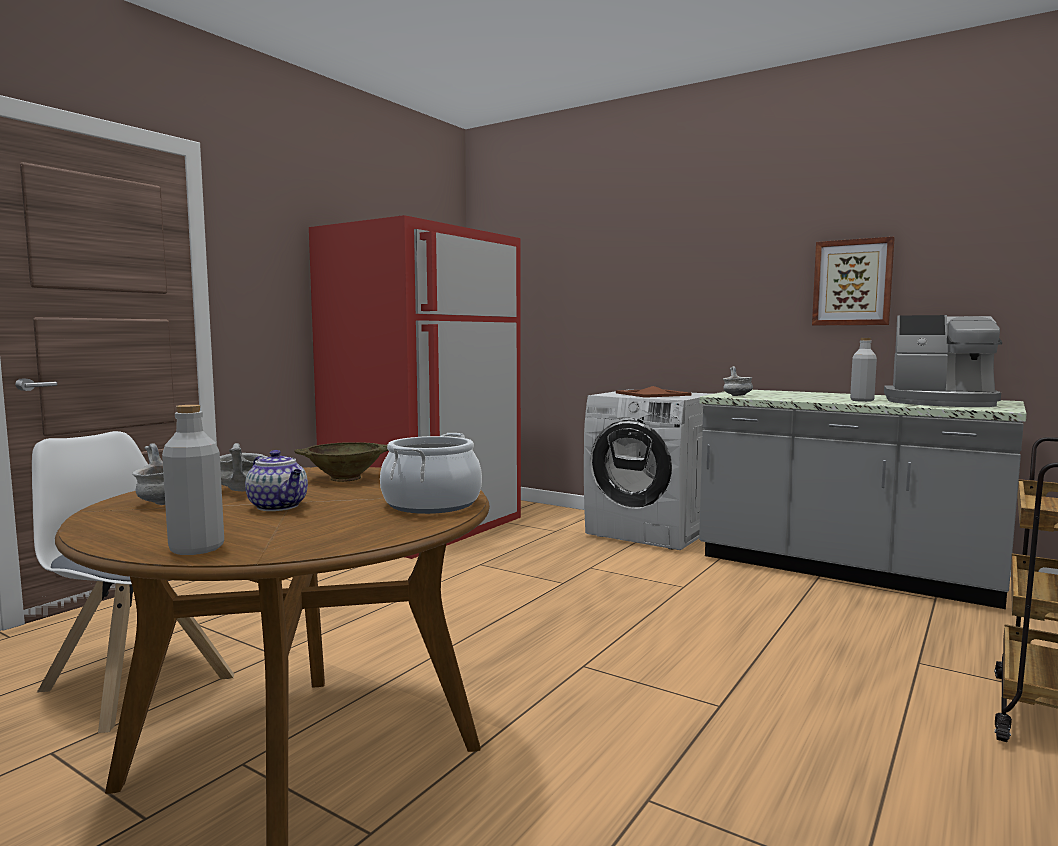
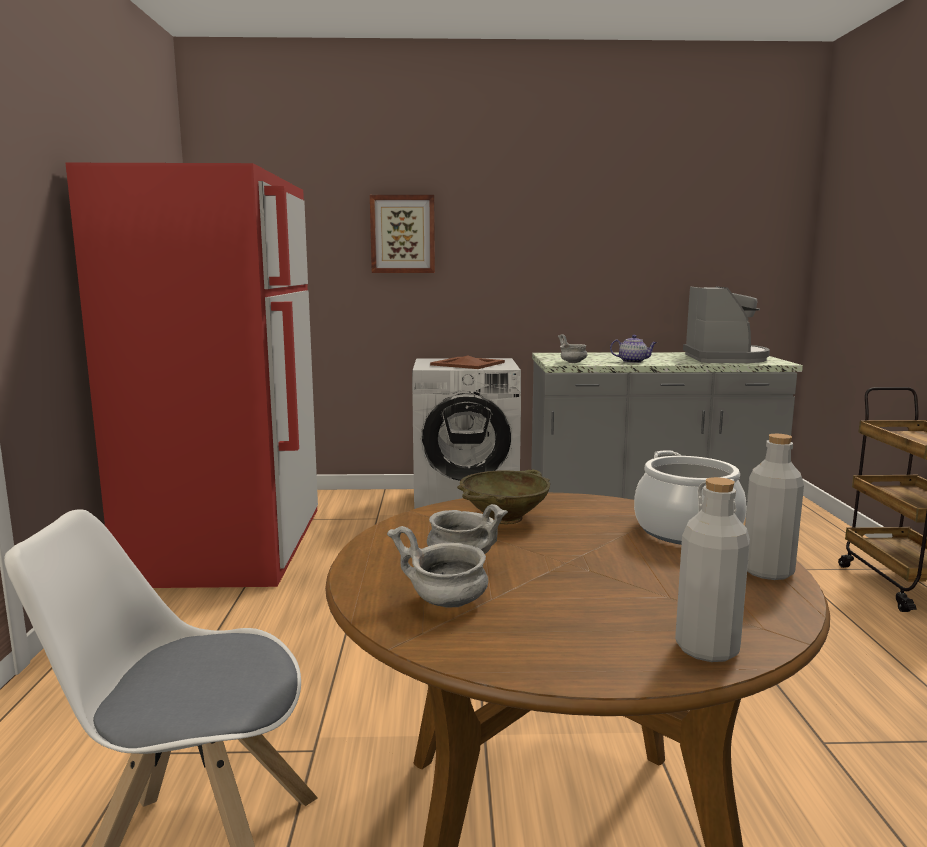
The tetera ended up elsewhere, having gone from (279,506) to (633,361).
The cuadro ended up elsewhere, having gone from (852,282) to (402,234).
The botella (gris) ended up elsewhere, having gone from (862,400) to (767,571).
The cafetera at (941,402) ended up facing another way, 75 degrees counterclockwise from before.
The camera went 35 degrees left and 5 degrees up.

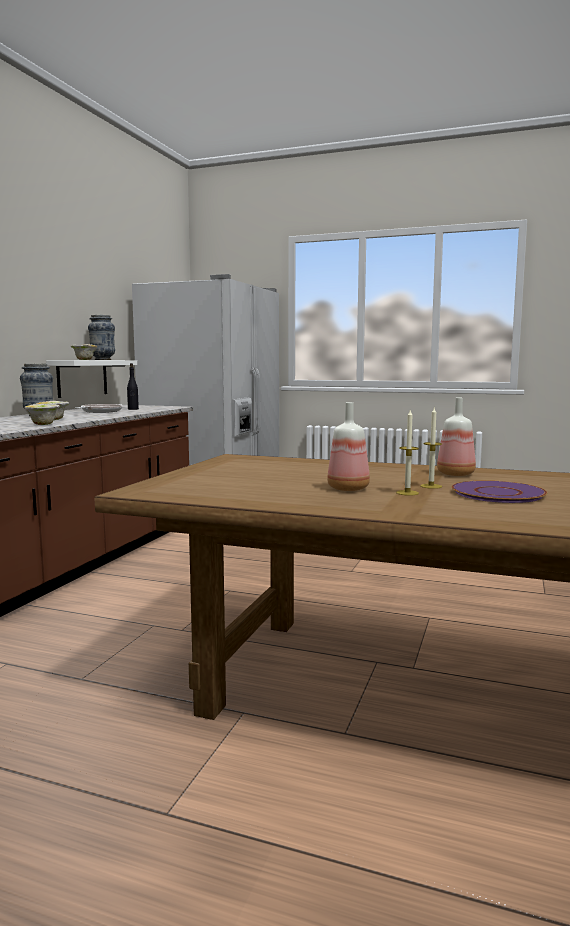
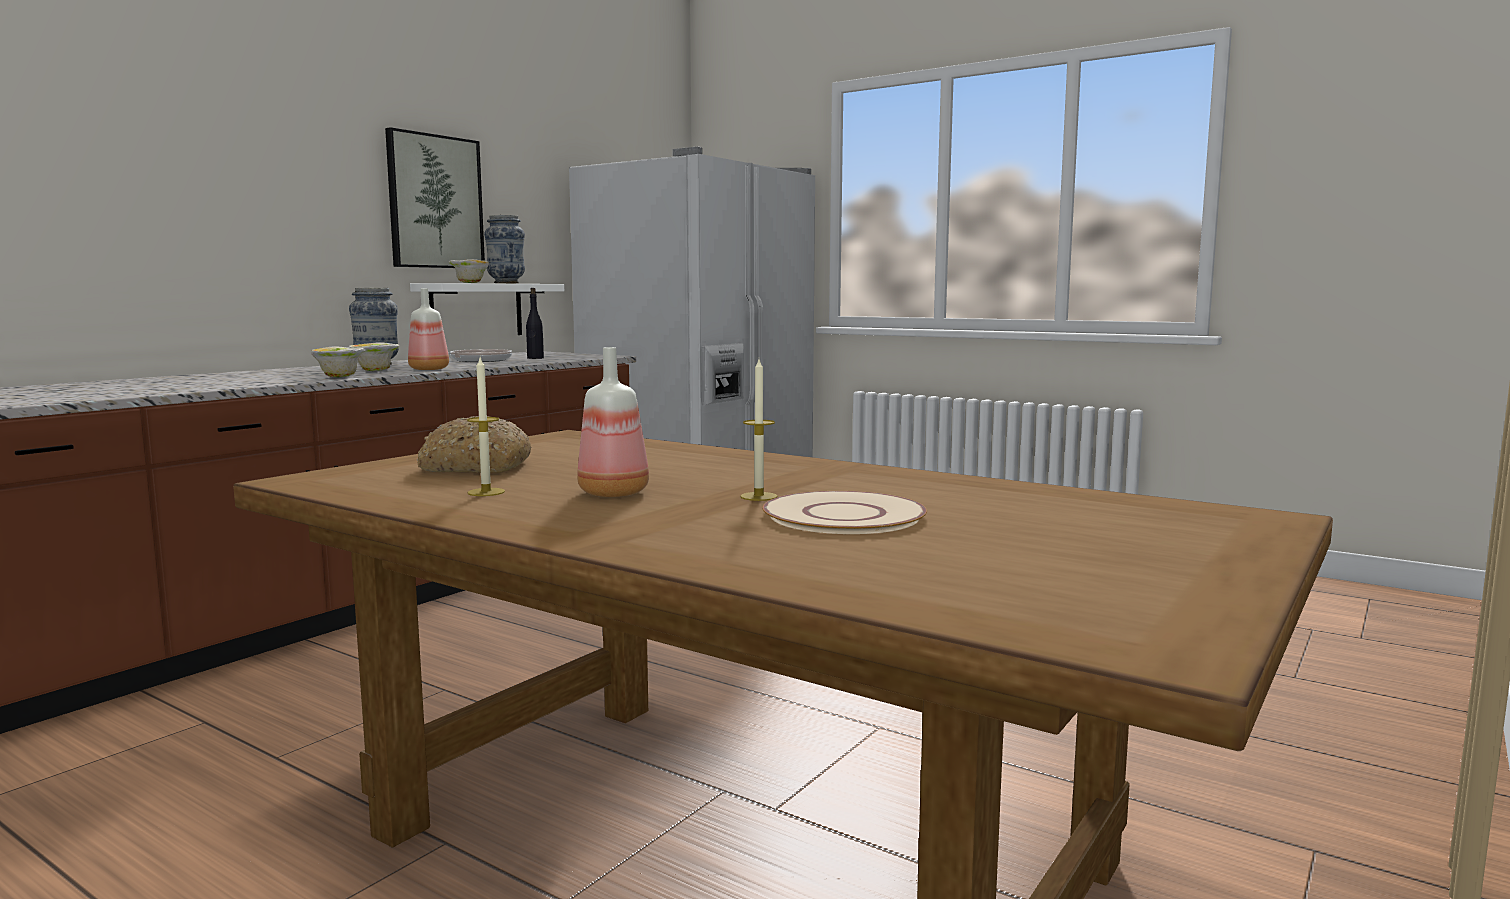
The second view gained the cuadro at (434,202).
The second view gained the pan at (475,467).
The vela ended up elsewhere, having gone from (407,493) to (486,492).
The botella ended up elsewhere, having gone from (455,474) to (429,369).
What was the plato (morado) at (497,493) turned into the plato (beis) at (843,516).
The camera went 15 degrees right and 0 degrees up.

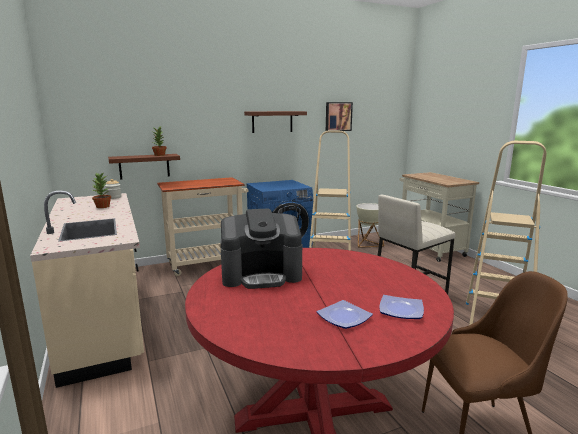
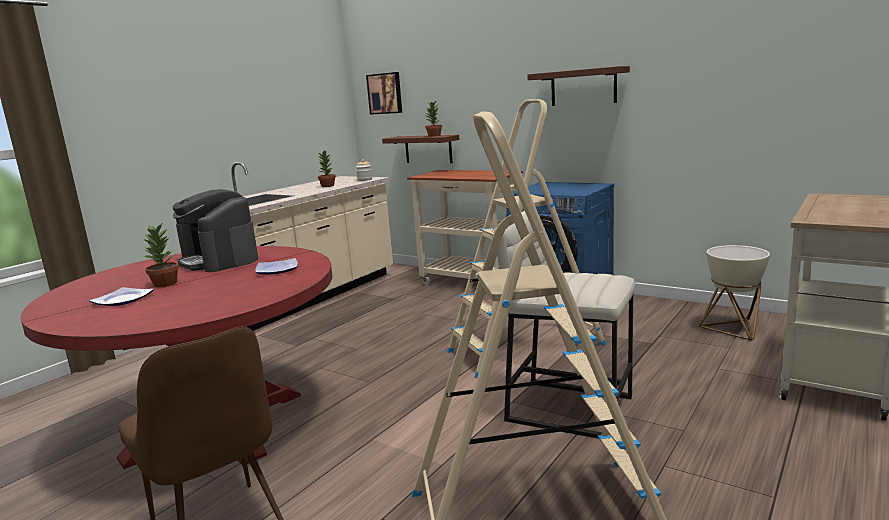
The second view gained the planta en maceta at (165,284).
The cuadro ended up elsewhere, having gone from (338,116) to (385,93).
The plato ended up elsewhere, having gone from (402,311) to (276,270).
The camera went 60 degrees right and 0 degrees up.

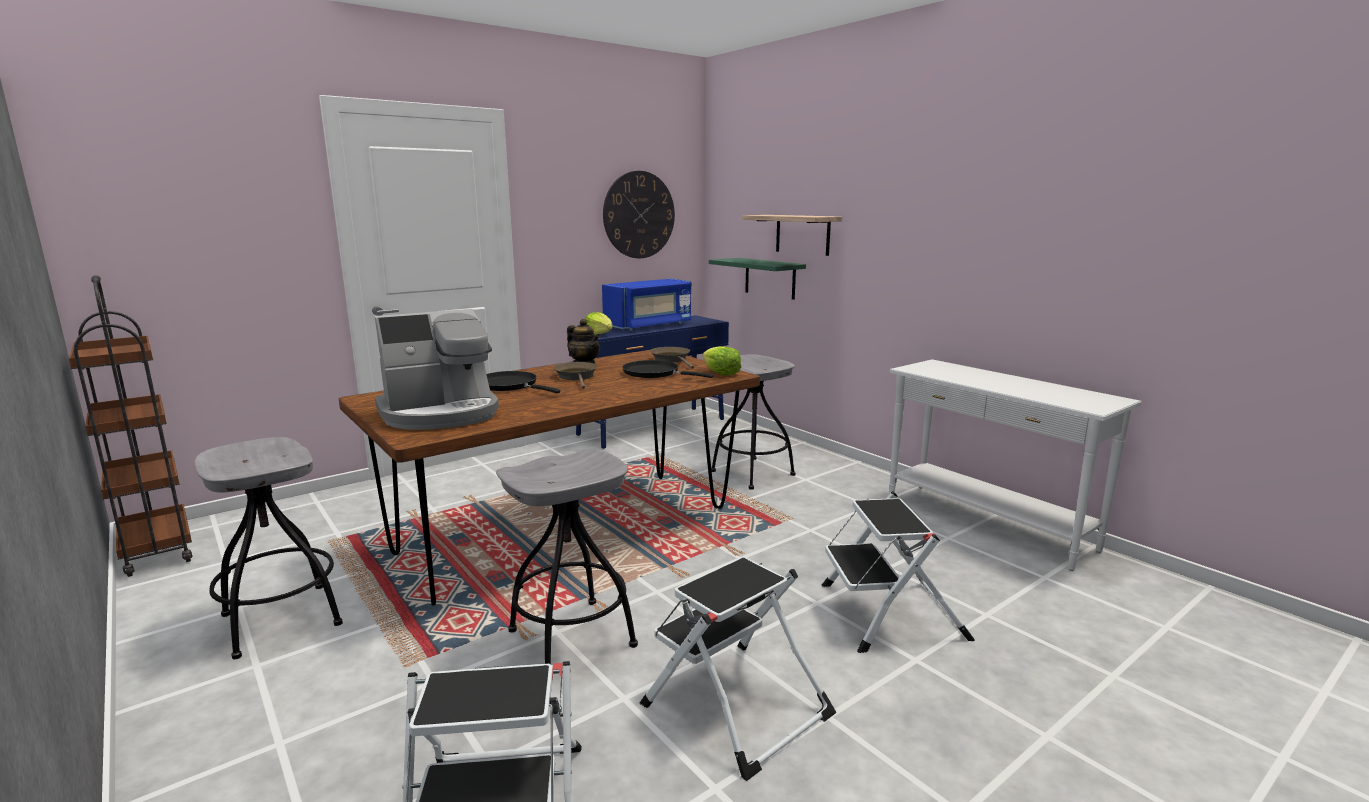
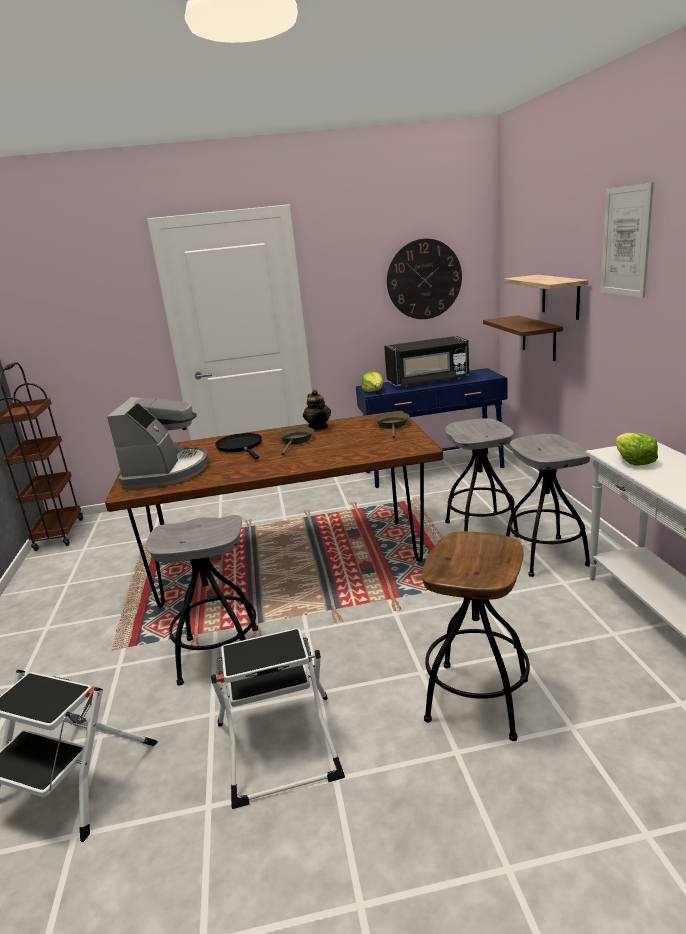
The second view lost the sartén (negro) at (655,373).
The second view gained the cuadro at (626,241).
The taburete (gris) ended up elsewhere, having gone from (281,618) to (545,555).
The lechuga ended up elsewhere, having gone from (720,373) to (633,461).
Where the escalera de tijera stood at (890,613), the taburete (marrón) came to stand at (477,699).
What was the microondas (azul) at (649,326) turned into the microondas (negro) at (428,381).
What was the estante (verde) at (770,278) turned into the estante (marrón) at (539,337).
The cafetera at (441,413) ended up facing another way, 90 degrees counterclockwise from before.
The camera went 30 degrees right and 5 degrees up.

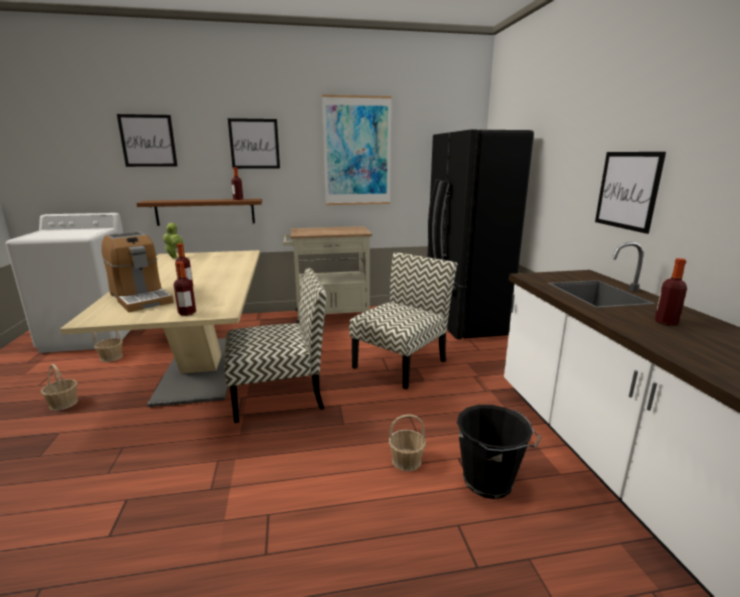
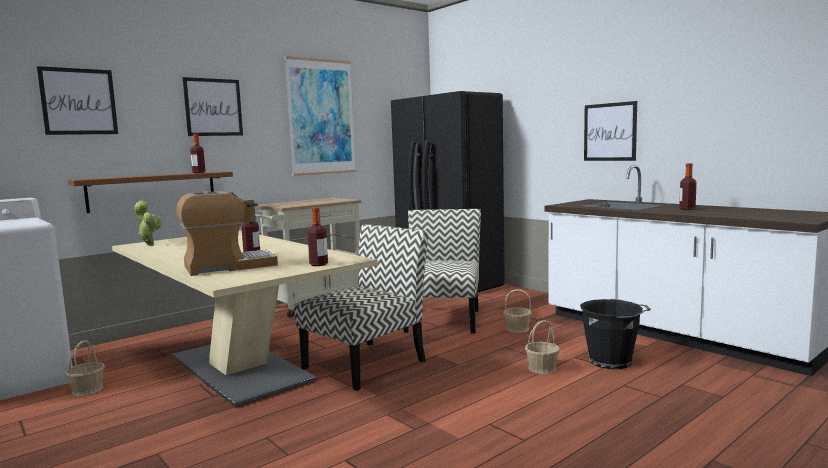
The cesta ended up elsewhere, having gone from (64,403) to (517,329).
The cafetera at (140,298) ended up facing another way, 45 degrees counterclockwise from before.
The camera went 30 degrees left and 10 degrees down.

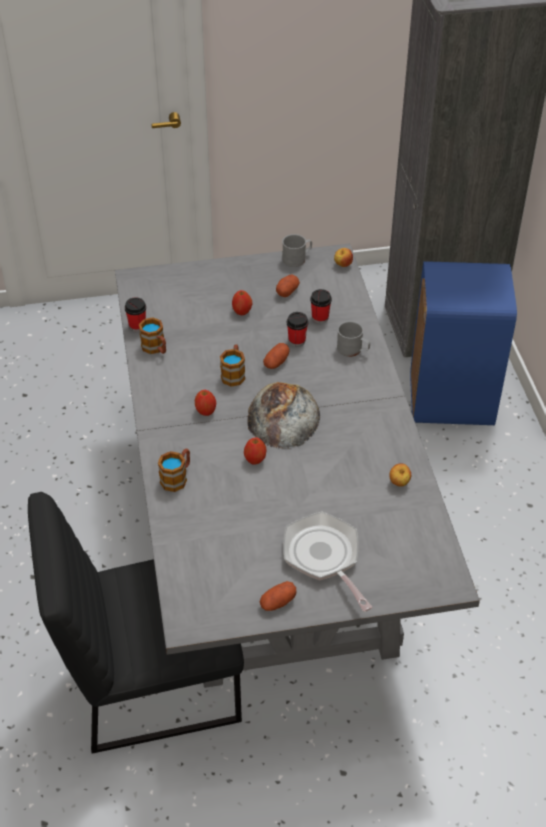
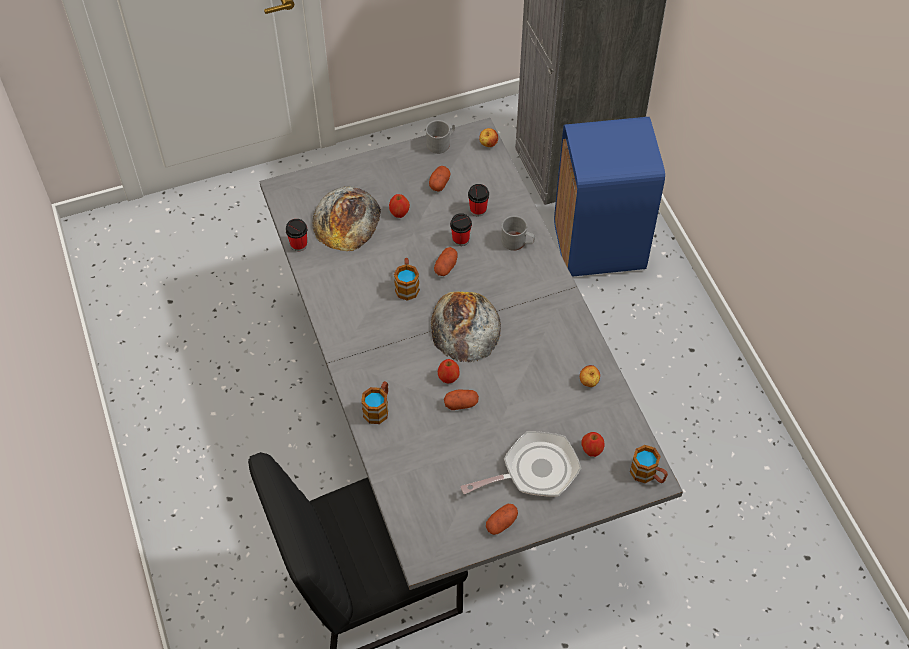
The second view gained the pan at (346,219).
The second view gained the patata at (461,403).
The taza grande ended up elsewhere, having gone from (156,348) to (648,474).
The manzana ended up elsewhere, having gone from (205,411) to (592,450).
The sartén at (324,557) ended up facing another way, 105 degrees clockwise from before.
The camera went 10 degrees left and 10 degrees up.

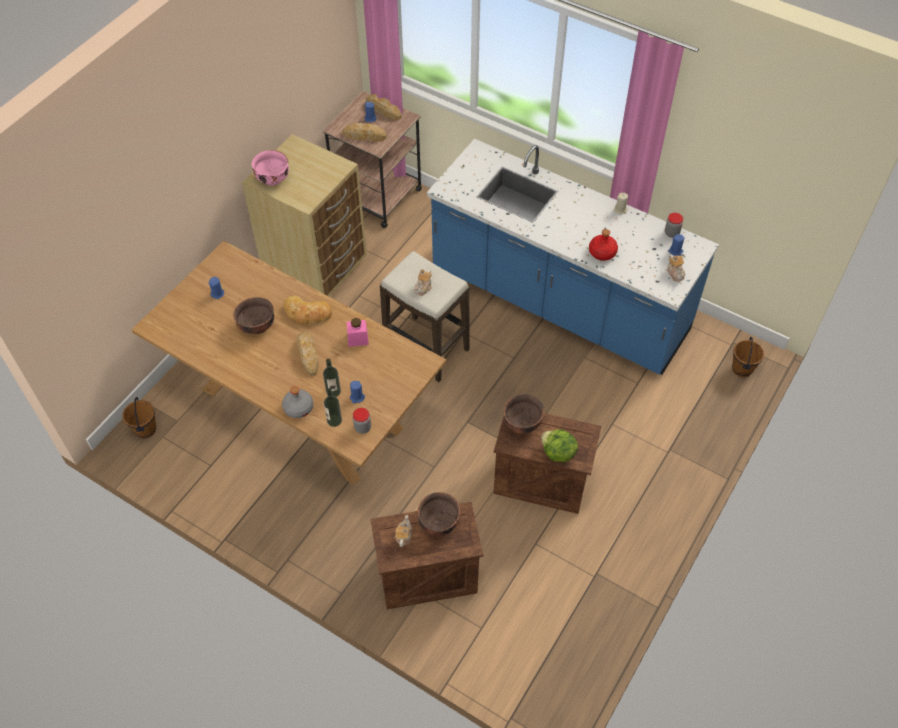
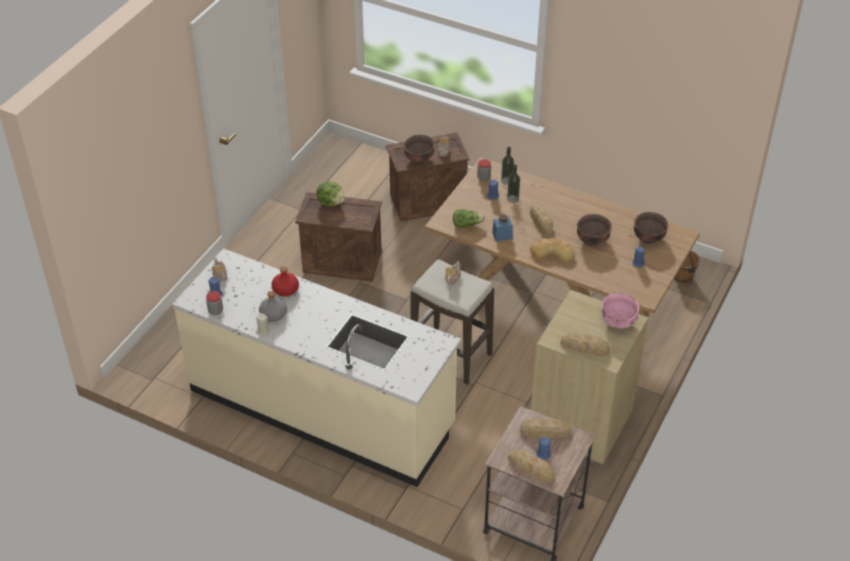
The second view lost the cubo (marrón) at (742,369).
The second view gained the lechuga at (466,224).
The second view gained the pan at (585,347).
The botella (gris) ended up elsewhere, having gone from (299,408) to (273,314).
The cuenco (marrón) ended up elsewhere, having gone from (523,424) to (648,238).
What was the tarro (rosa) at (358,339) turned into the tarro (azul) at (502,235).
What was the mueble bajo de cocina (azul) at (558,302) turned into the mueble bajo de cocina (beis) at (322,408).
The camera went 175 degrees right and 10 degrees down.

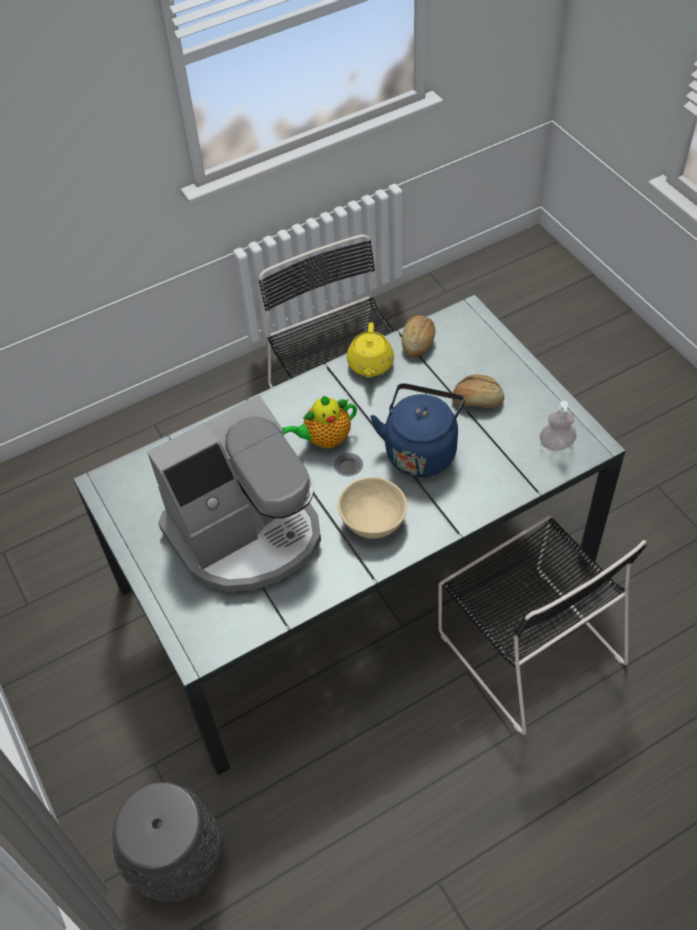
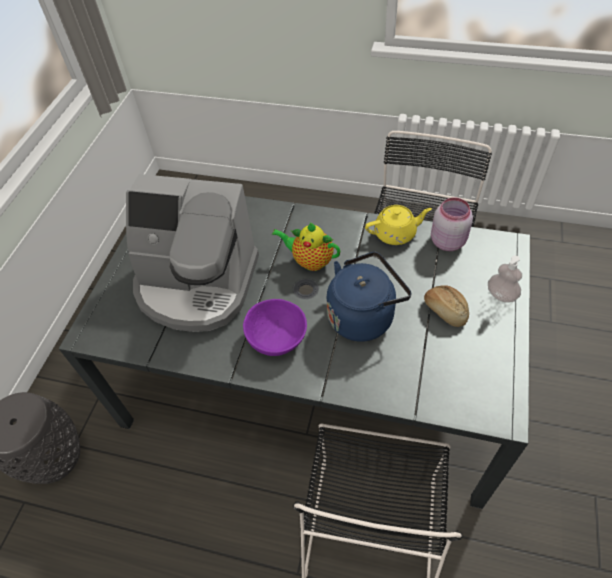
The dispensador de jabón ended up elsewhere, having gone from (556,444) to (501,295).
Where the pan stood at (418,342), the tarro (rosa) came to stand at (447,241).
What was the cuenco (beis) at (372,521) turned into the cuenco (morado) at (275,338).
The tetera (amarillo) at (370,365) ended up facing another way, 150 degrees counterclockwise from before.
The camera went 45 degrees right and 0 degrees up.

